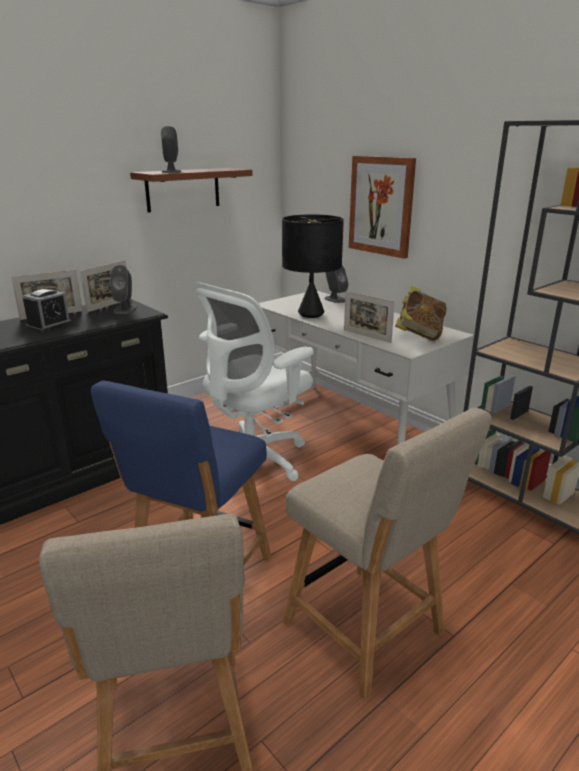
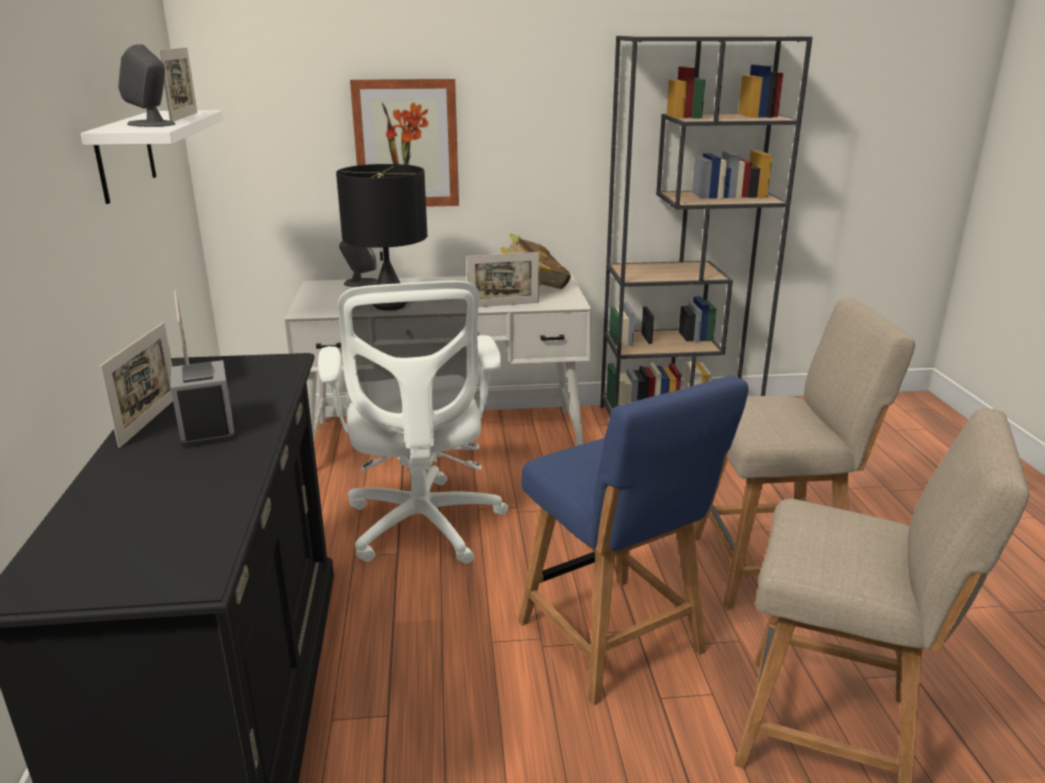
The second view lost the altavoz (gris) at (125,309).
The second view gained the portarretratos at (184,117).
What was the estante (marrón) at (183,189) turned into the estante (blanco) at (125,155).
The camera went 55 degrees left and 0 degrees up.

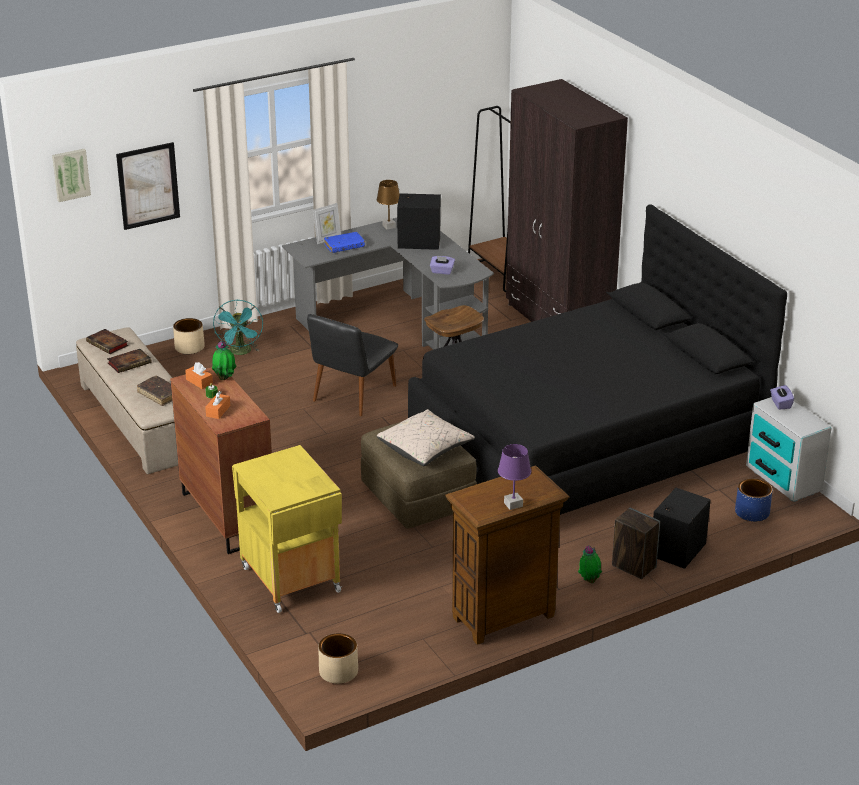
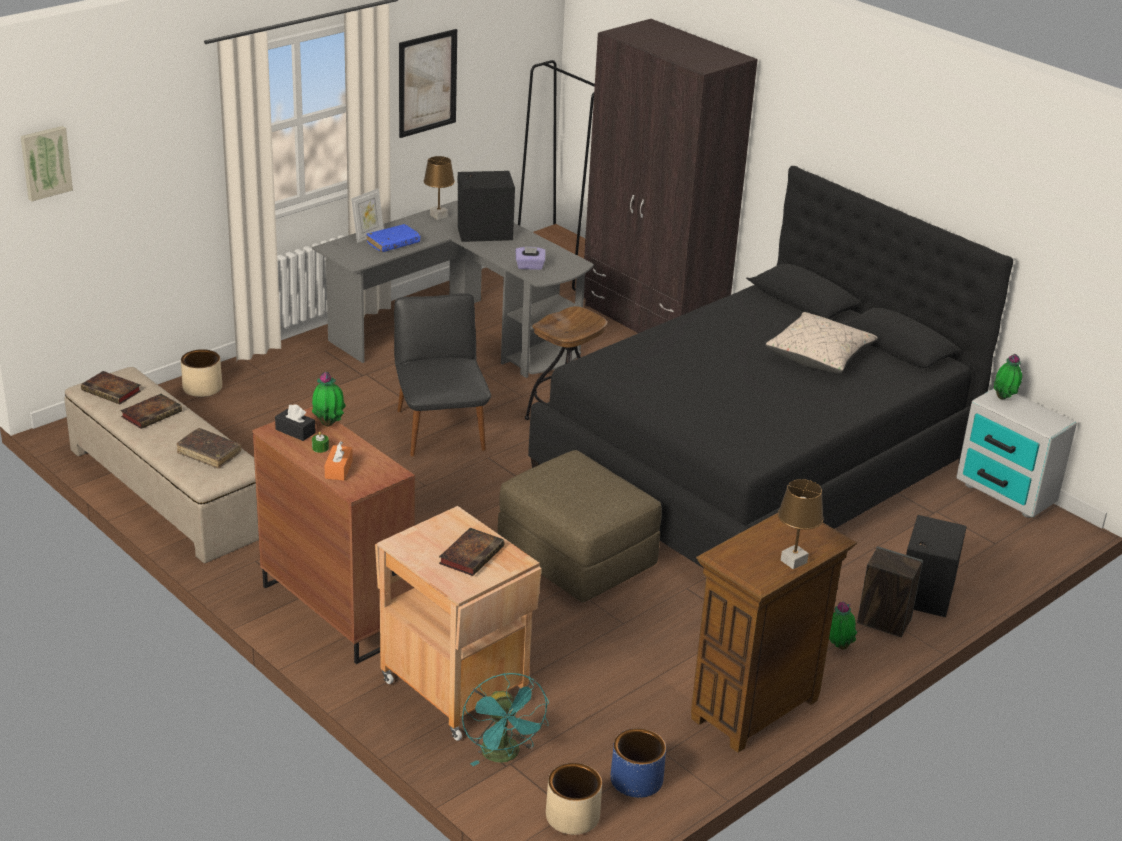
The second view gained the libro at (472,554).
The cuadro ended up elsewhere, having gone from (148,185) to (427,83).
The ventilador (turquesa) ended up elsewhere, having gone from (241,352) to (504,756).
The cojín (beis) ended up elsewhere, having gone from (425,449) to (819,357).
The maceta (azul) ended up elsewhere, having gone from (752,512) to (636,780).
Where the caja de pañuelos (morado) stood at (780,404), the planta en maceta came to stand at (1004,398).
What was the caja de pañuelos (naranja) at (199,382) turned into the caja de pañuelos (negro) at (295,431).
What was the carrito (amarillo) at (290,578) turned into the carrito (marrón) at (453,688).
What was the lámpara de mesa (morado) at (513,505) turned into the lámpara de mesa (marrón) at (793,562).
The silla (negro) at (354,393) ended up facing another way, 150 degrees clockwise from before.
The camera went 15 degrees left and 0 degrees up.

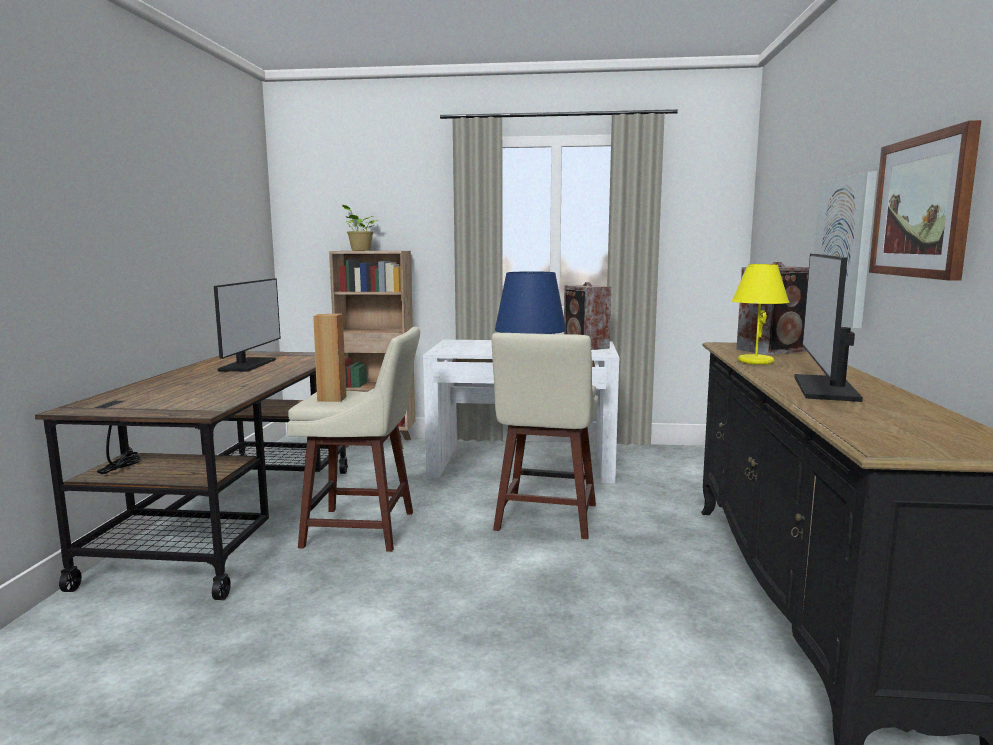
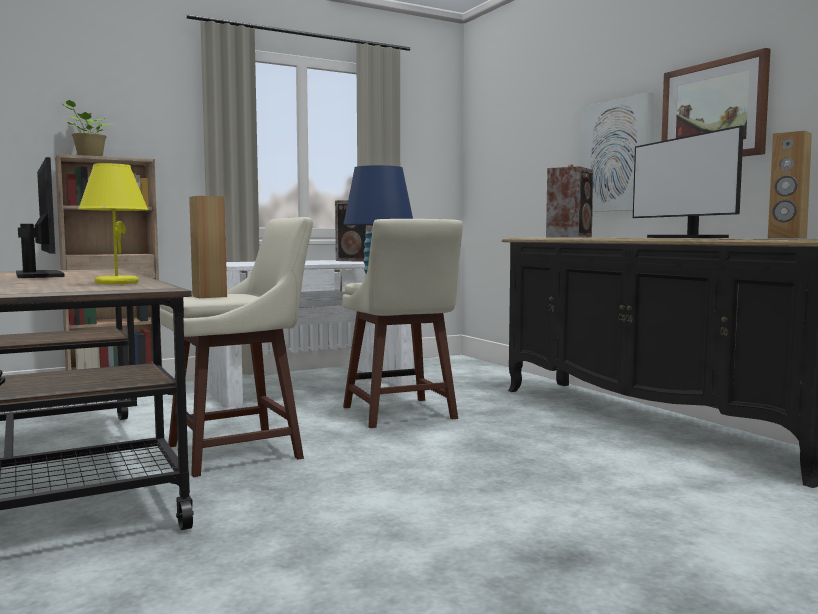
The second view gained the altavoz (marrón) at (787,238).
The lámpara de mesa (amarillo) ended up elsewhere, having gone from (755,361) to (116,283).
The camera went 35 degrees left and 5 degrees down.

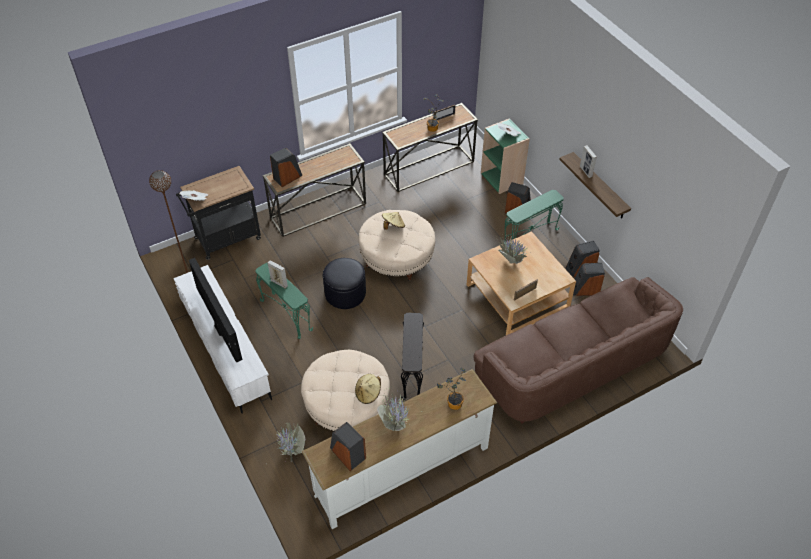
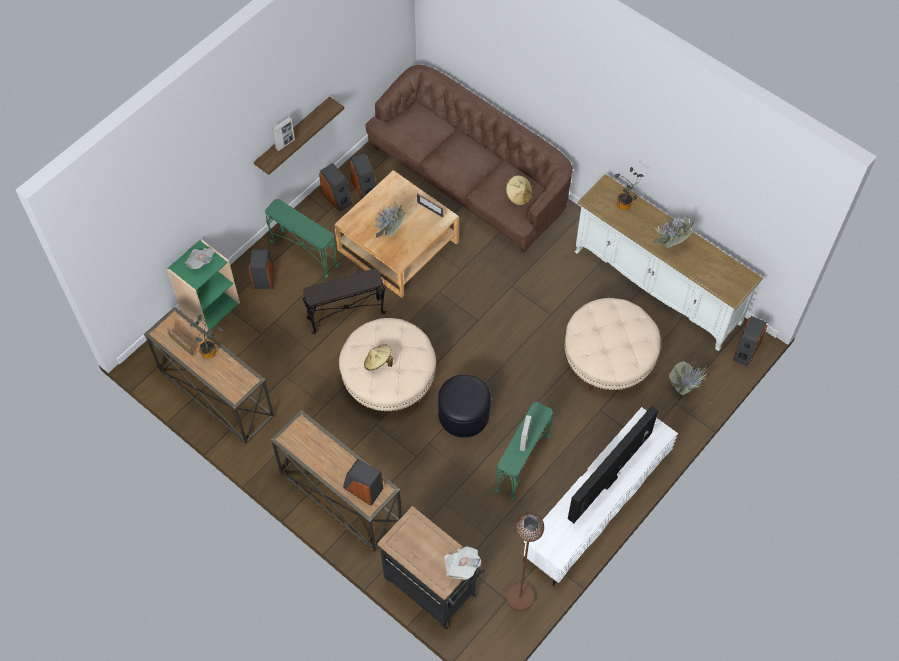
The altavoz ended up elsewhere, having gone from (347,454) to (745,350).
The sombrero (beis) ended up elsewhere, having gone from (368,393) to (518,196).
The mesa auxiliar (negro) ended up elsewhere, having gone from (412,371) to (346,316).
The camera went 110 degrees left and 10 degrees up.

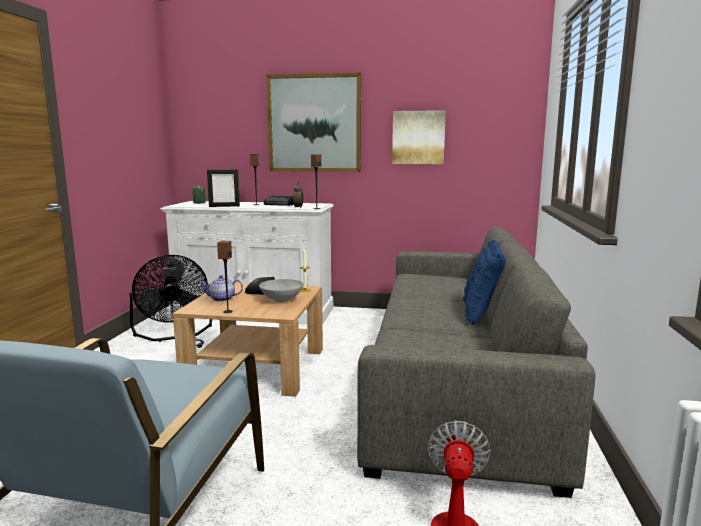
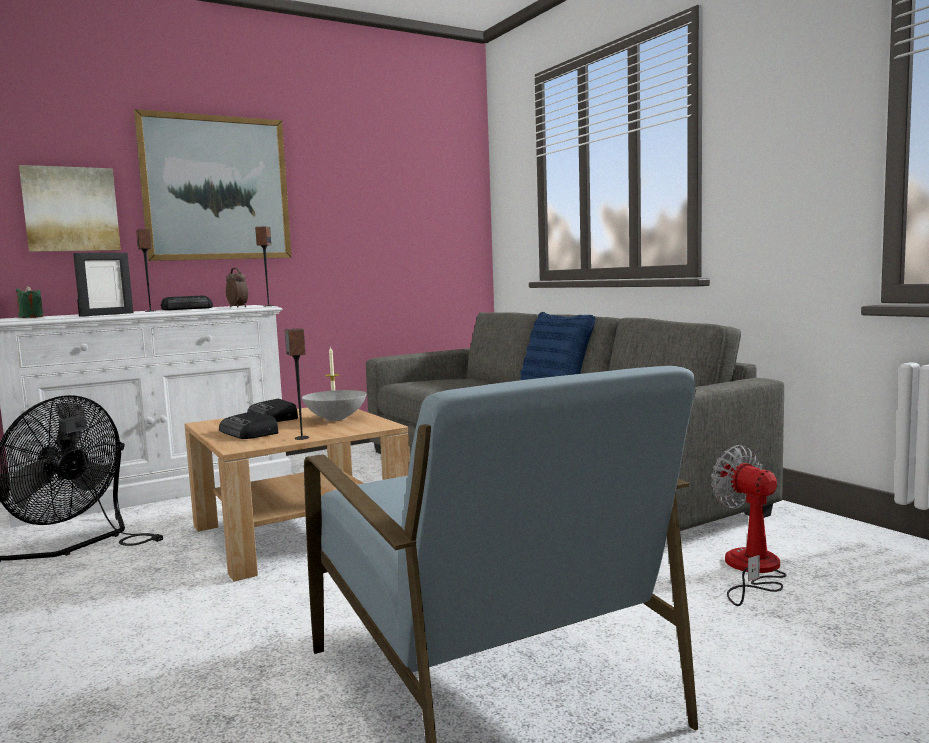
The cuadro ended up elsewhere, having gone from (418,137) to (71,209).
Where the tetera stood at (222,299), the radio came to stand at (249,433).
The camera went 40 degrees left and 5 degrees down.

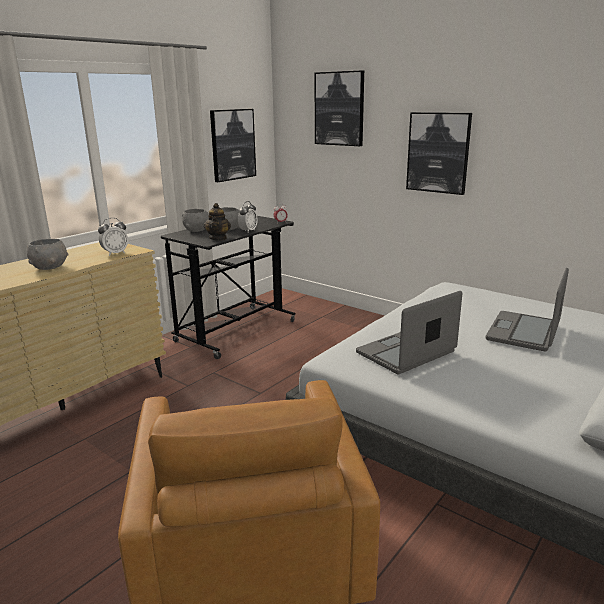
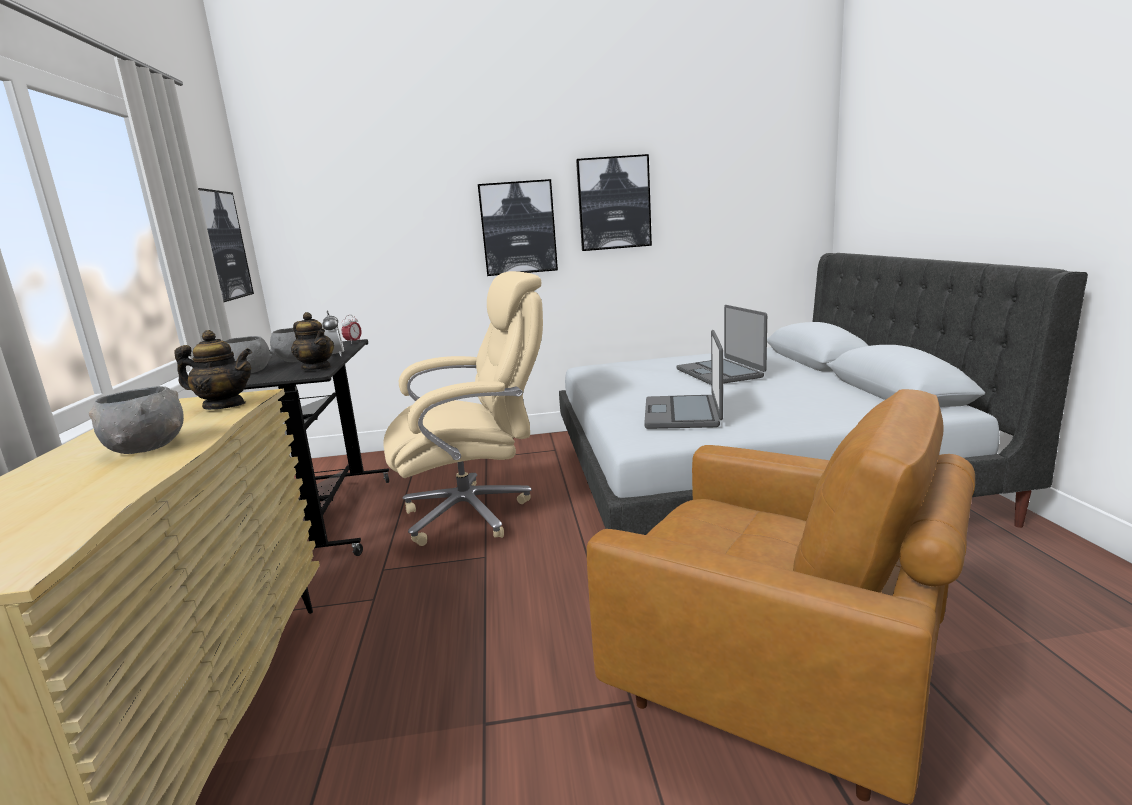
The second view gained the silla de oficina (beis) at (475,514).
The cuadro ended up elsewhere, having gone from (339,109) to (614,203).
Where the despertador stood at (115,253), the tetera came to stand at (224,406).
The camera went 45 degrees left and 5 degrees down.

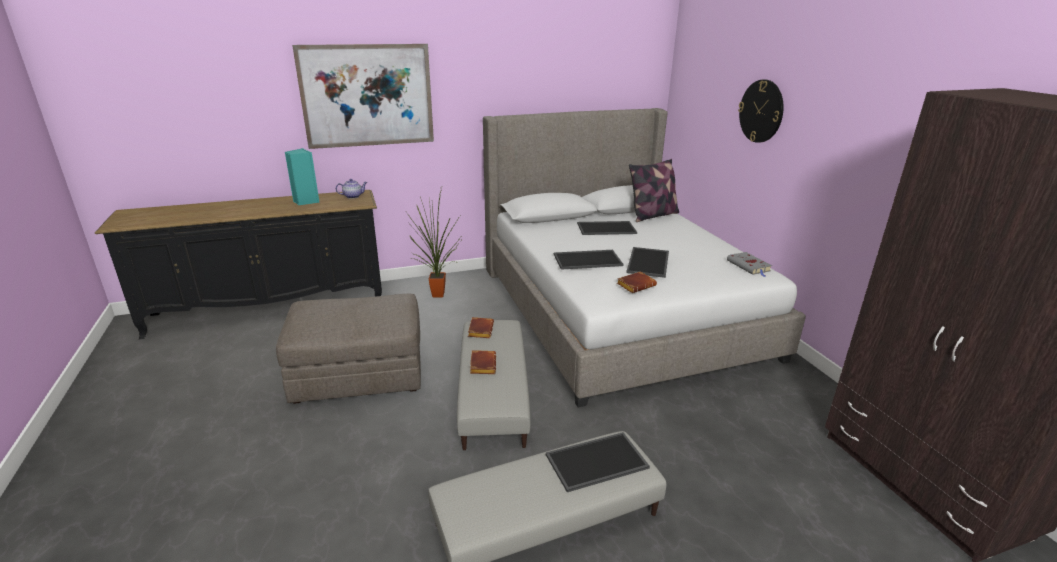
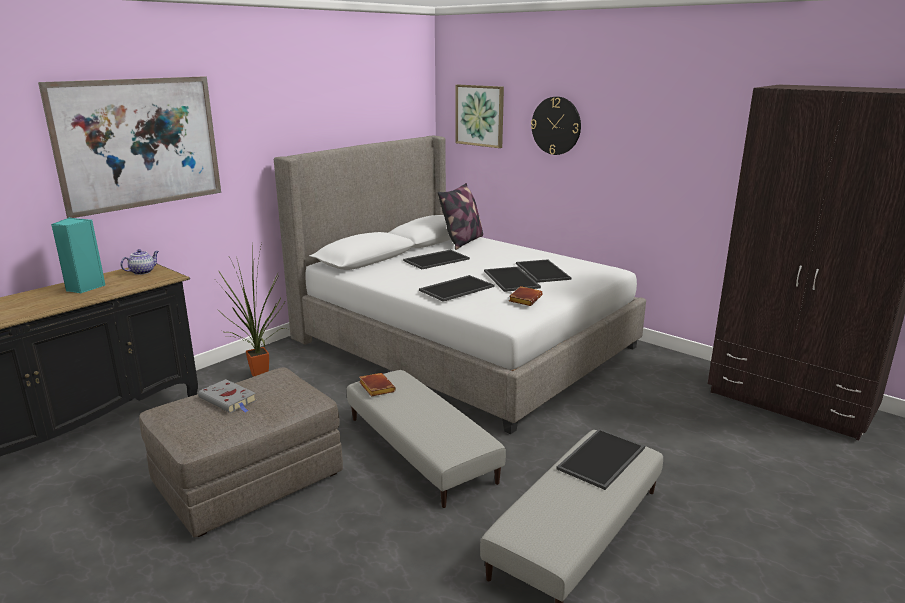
The second view lost the libro (marrón) at (482,365).
The second view gained the cuadro at (480,115).
The second view gained the bandeja at (541,271).
The libro (gris) ended up elsewhere, having gone from (749,266) to (229,400).
The camera went 30 degrees left and 5 degrees down.

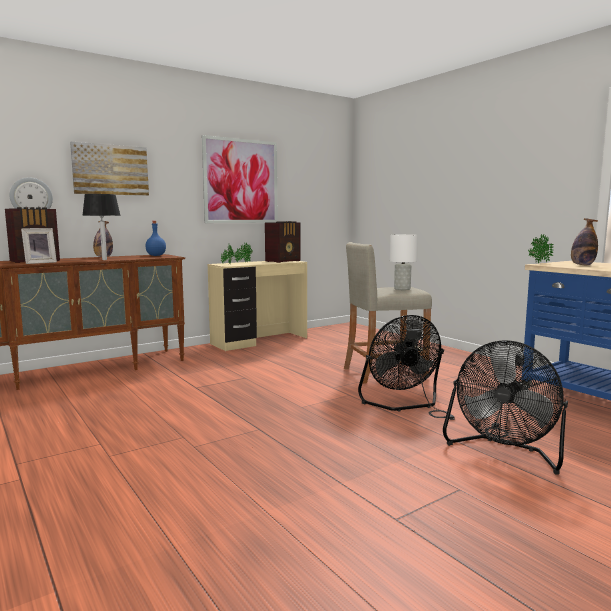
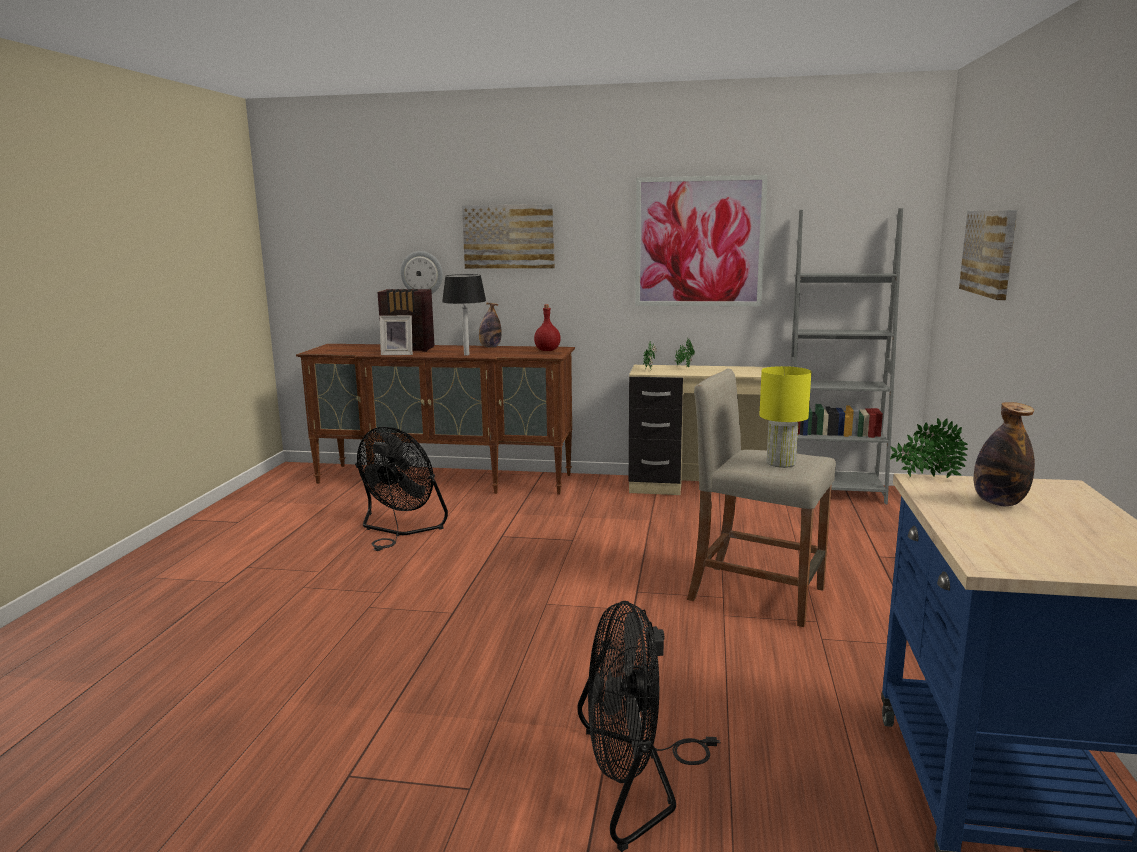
The second view lost the radio at (284,261).
The second view gained the estantería (gris) at (833,492).
The second view gained the cuadro at (990,252).
The ventilador (negro) ended up elsewhere, having gone from (410,404) to (395,528).
What was the botella (azul) at (155,255) turned into the botella (rojo) at (547,350).
What was the lámpara de mesa (blanco) at (402,289) turned into the lámpara de mesa (amarillo) at (781,463).
The camera went 45 degrees right and 5 degrees up.

